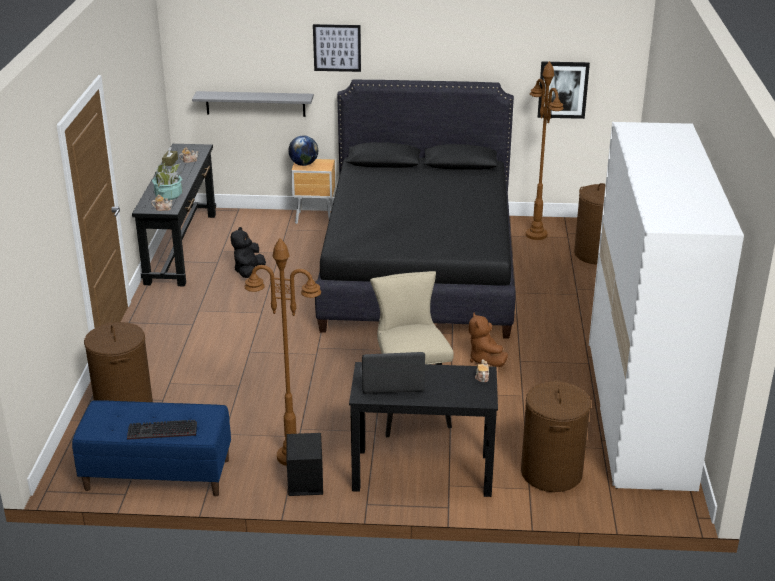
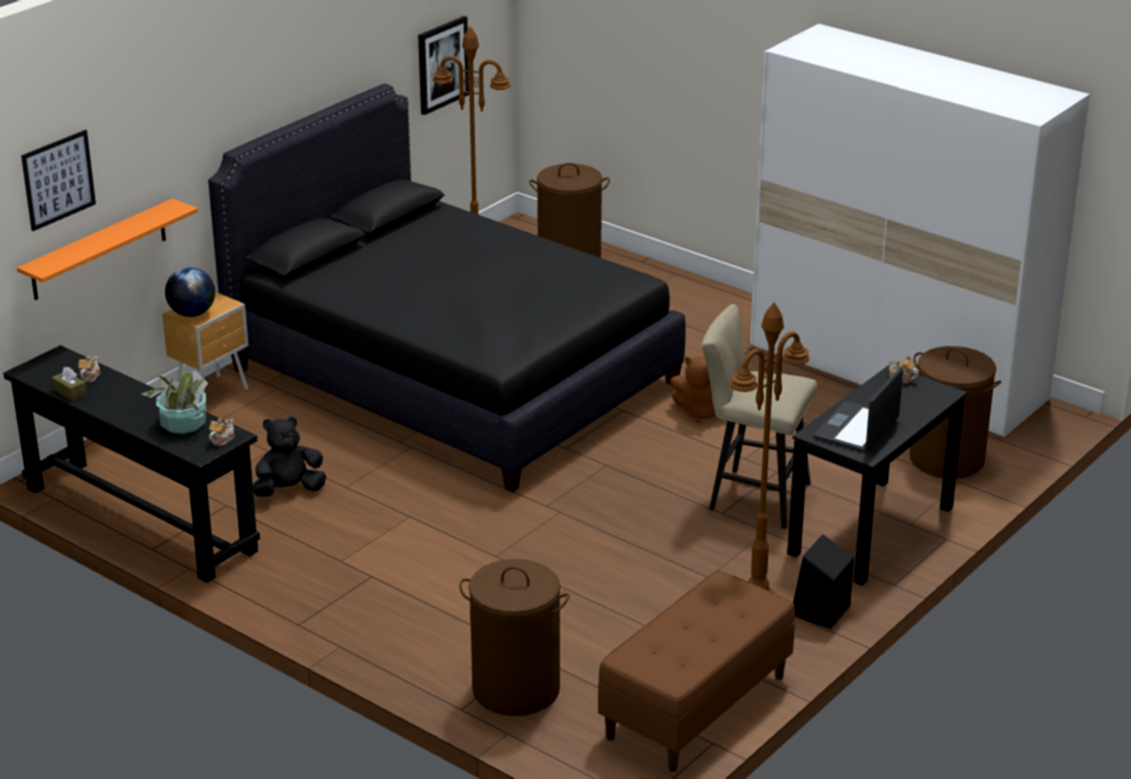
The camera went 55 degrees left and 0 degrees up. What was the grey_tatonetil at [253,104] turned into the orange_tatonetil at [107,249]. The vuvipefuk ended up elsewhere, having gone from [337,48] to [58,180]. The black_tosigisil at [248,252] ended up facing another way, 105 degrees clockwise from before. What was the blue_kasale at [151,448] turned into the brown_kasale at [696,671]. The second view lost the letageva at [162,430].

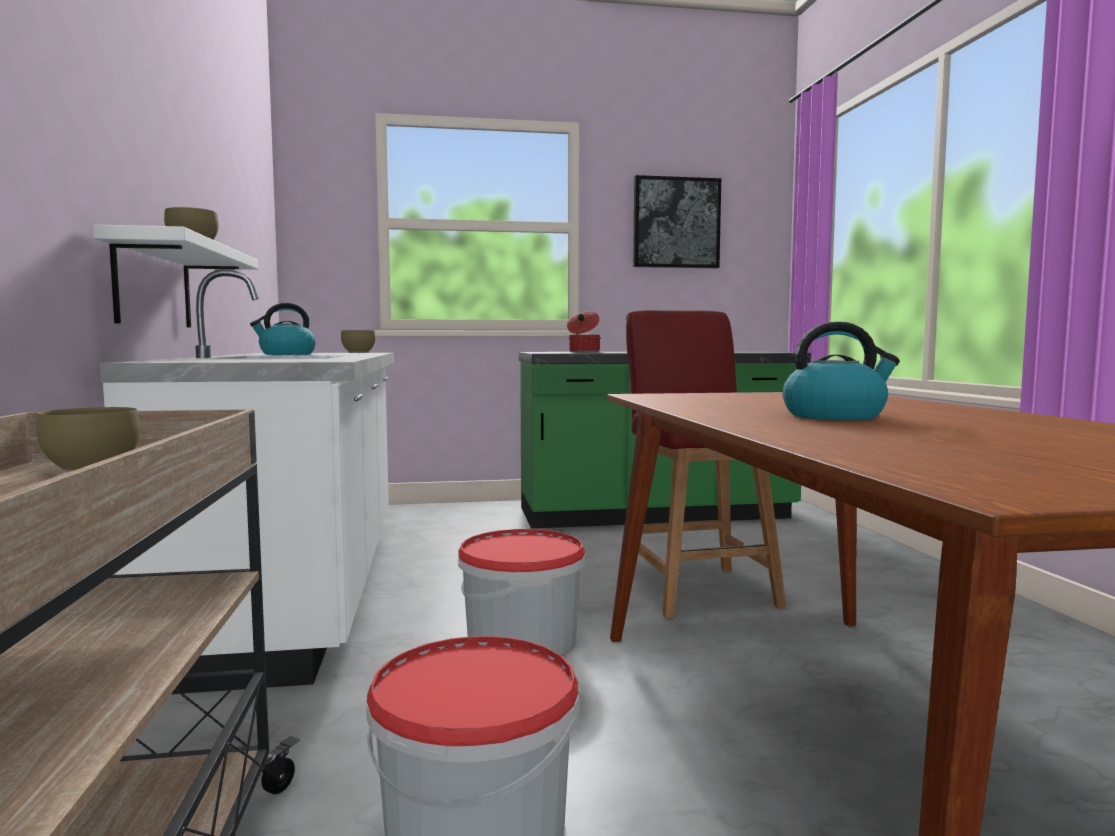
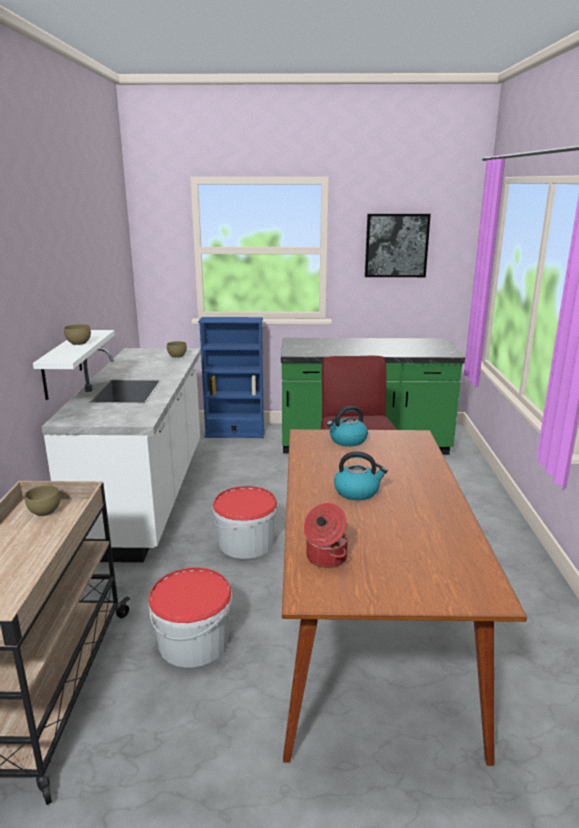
The camera went 10 degrees right and 15 degrees up. The second view gained the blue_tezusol at [231,377]. The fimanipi ended up elsewhere, having gone from [584,331] to [326,535]. The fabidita ended up elsewhere, having gone from [283,329] to [347,426].

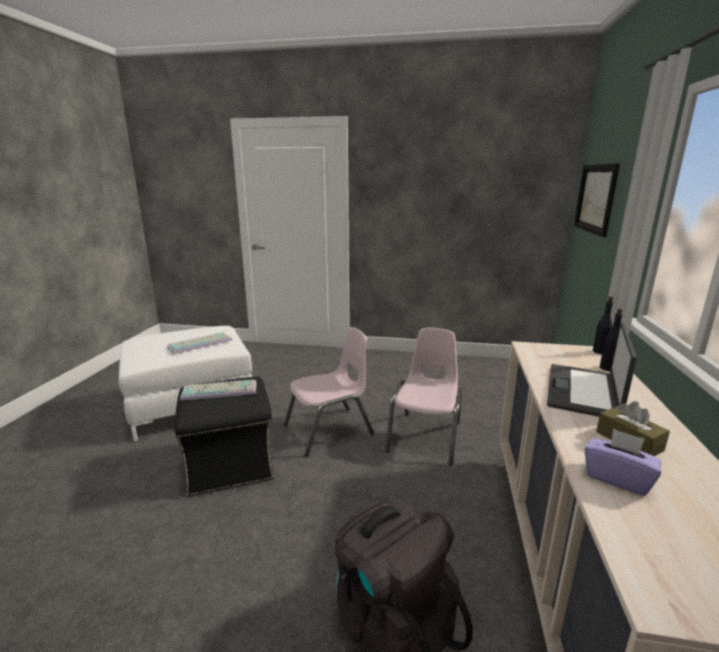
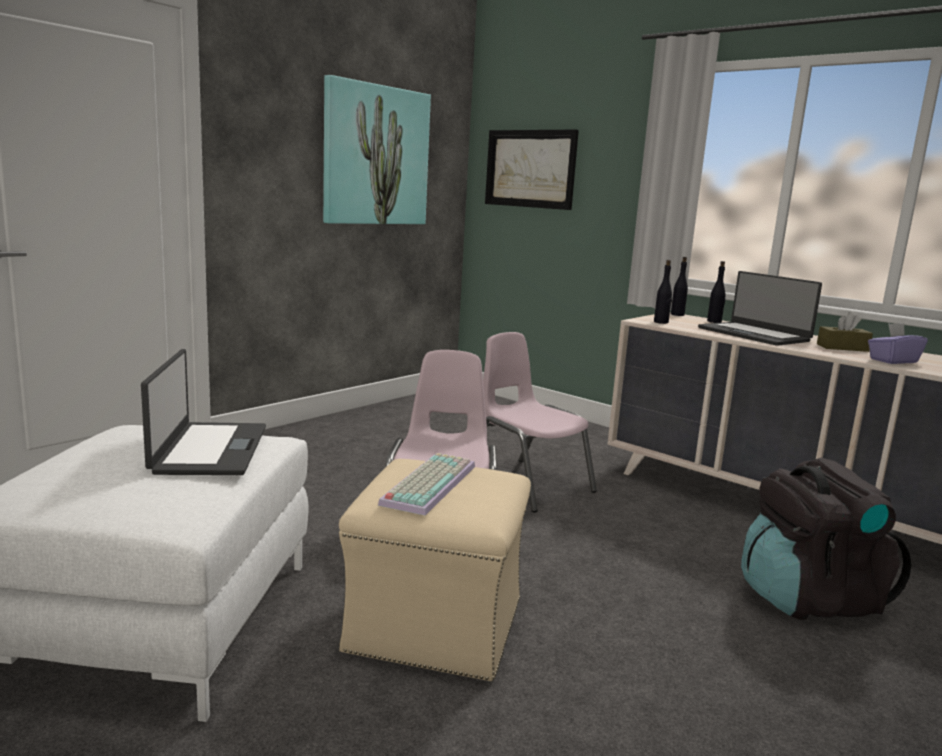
The camera went 60 degrees left and 5 degrees down. Where the letageva stood at [199,343], the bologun came to stand at [203,412]. The second view gained the vuvipefuk at [377,149]. What was the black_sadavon at [224,436] turned into the beige_sadavon at [435,570]. The second view gained the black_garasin at [663,292].

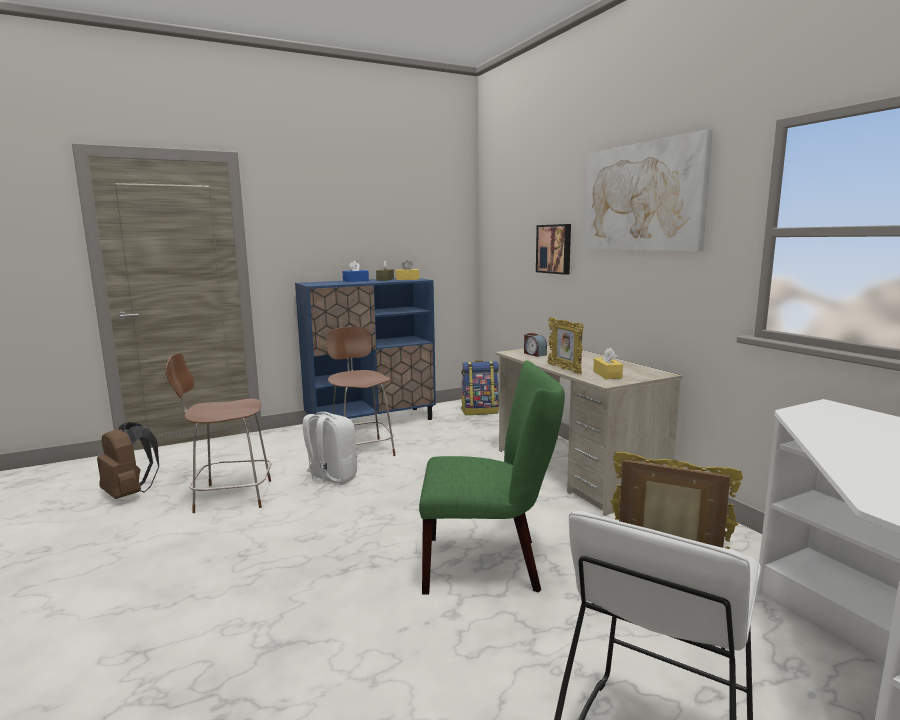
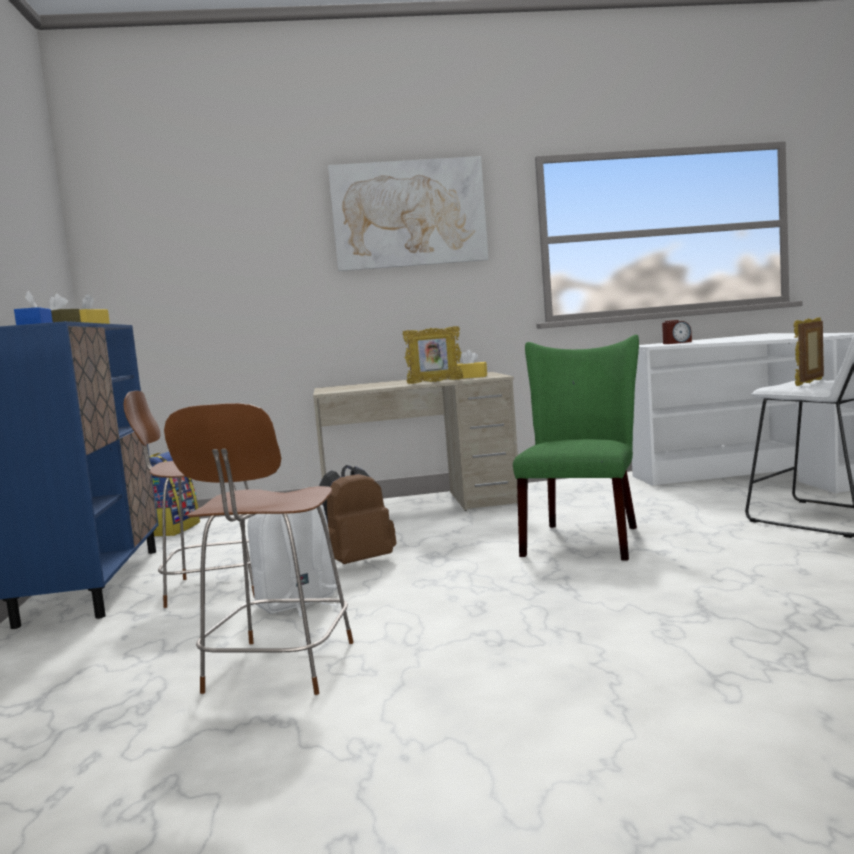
The camera went 70 degrees left and 5 degrees down. The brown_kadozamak ended up elsewhere, having gone from [128,460] to [357,514]. The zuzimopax ended up elsewhere, having gone from [535,345] to [677,332]. The second view lost the vuvipefuk at [553,249].

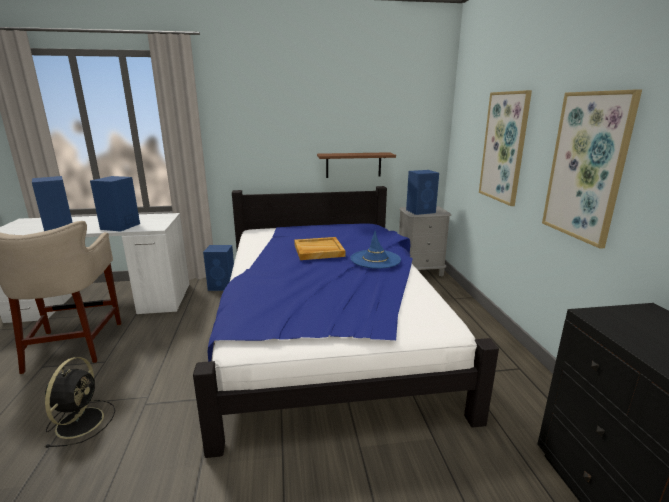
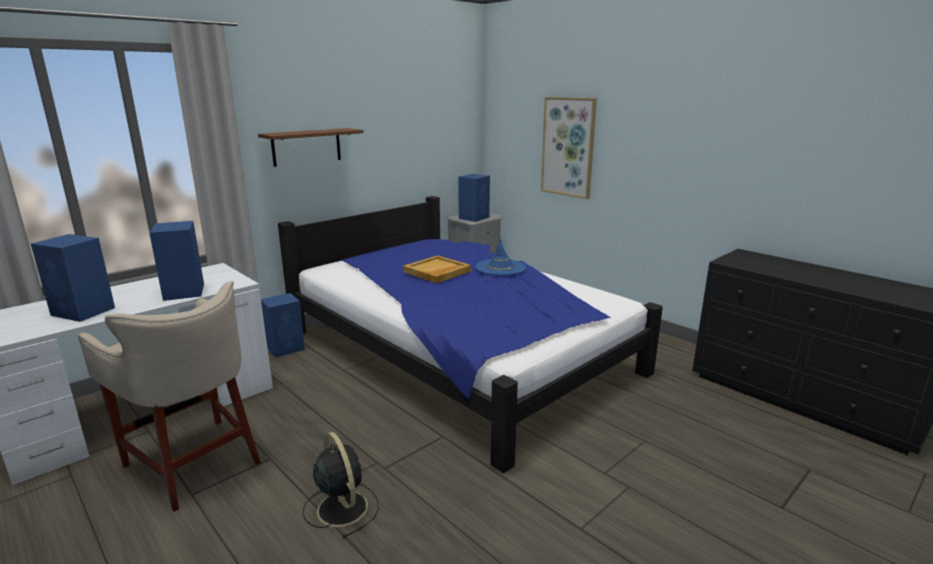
The camera went 35 degrees left and 0 degrees up. The brown_tatonetil ended up elsewhere, having gone from [356,165] to [311,147]. The second view lost the vuvipefuk at [592,169].

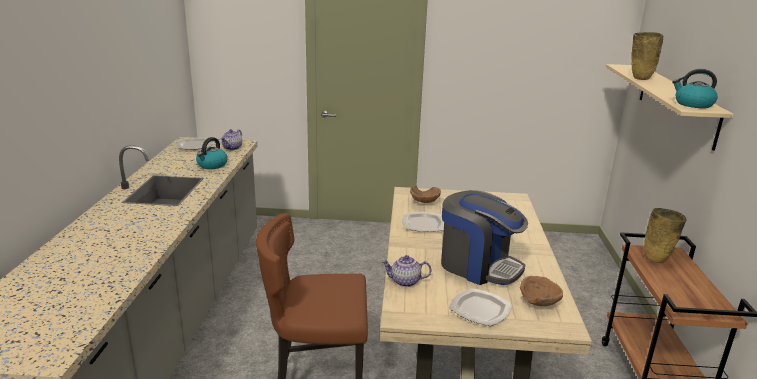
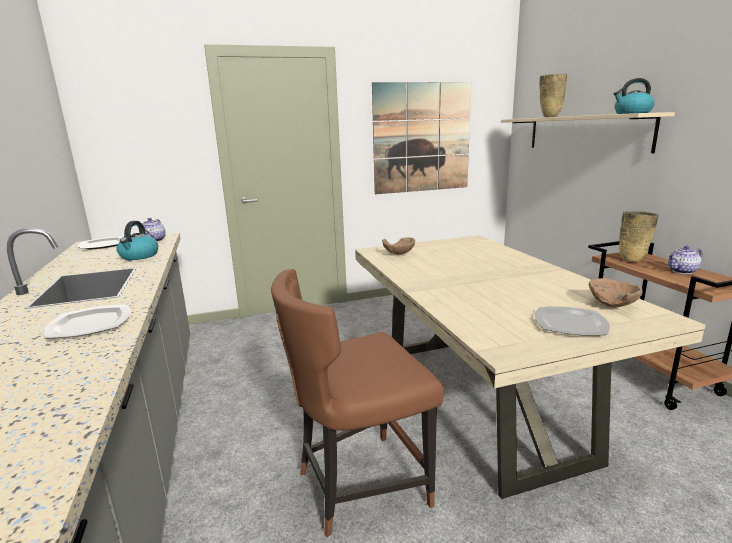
The camera went 20 degrees left and 5 degrees down. The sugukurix ended up elsewhere, having gone from [423,222] to [87,322]. The second view gained the vuvipefuk at [421,138]. The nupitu ended up elsewhere, having gone from [406,271] to [685,260]. The second view lost the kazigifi at [484,237].

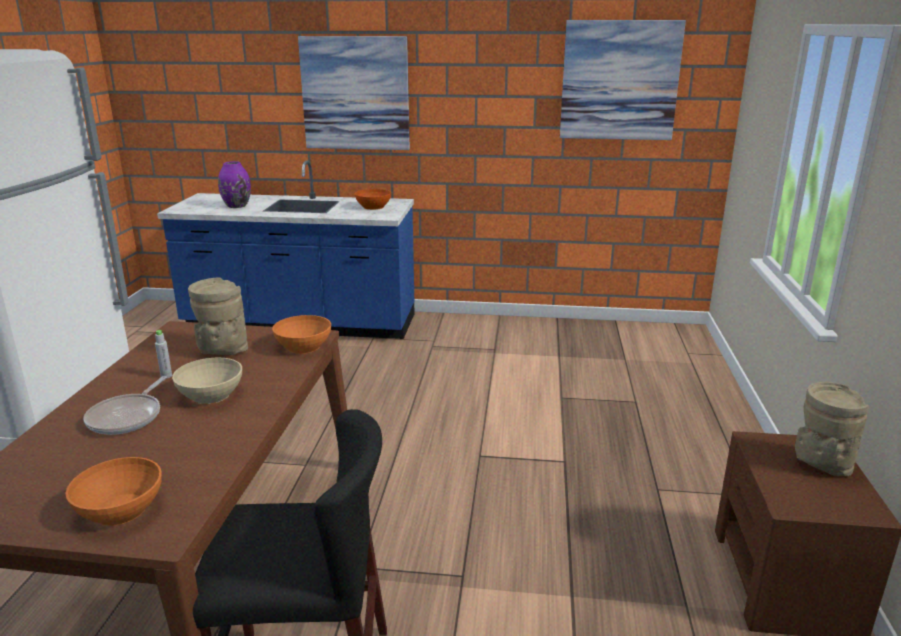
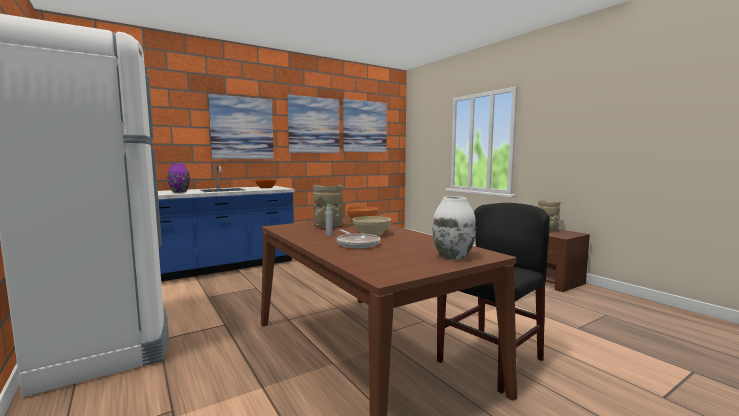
The camera went 40 degrees left and 15 degrees down. The second view gained the vuvipefuk at [313,124]. Where the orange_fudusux stood at [113,491], the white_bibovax came to stand at [454,228].

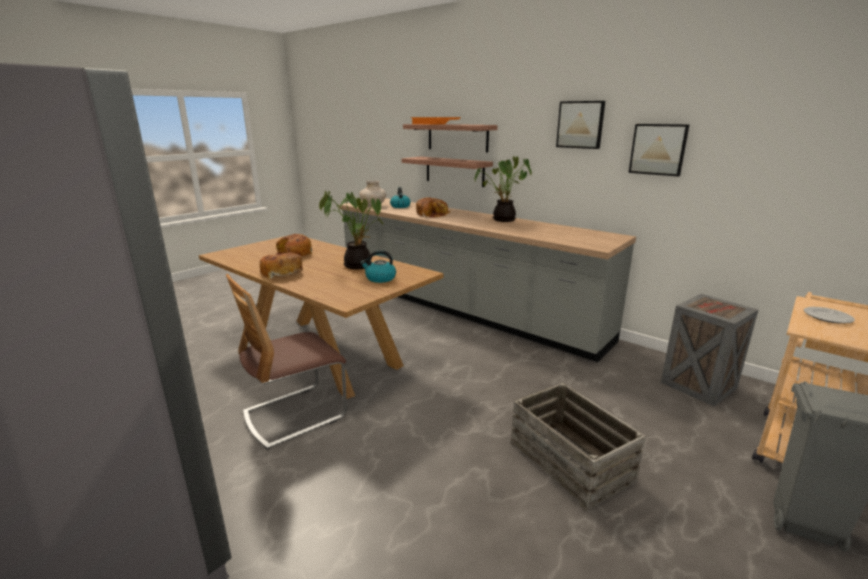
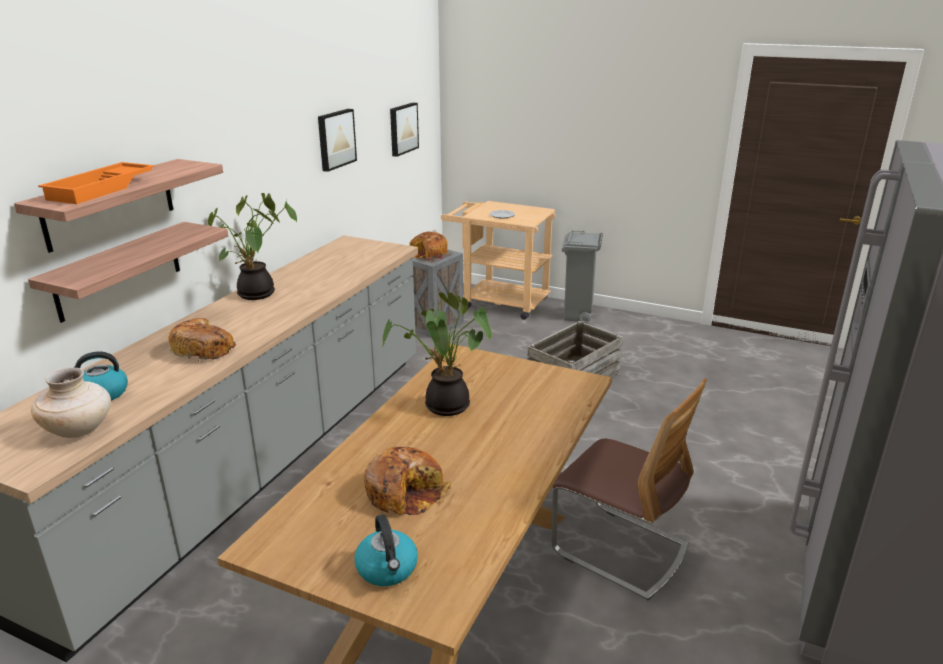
The camera went 105 degrees left and 5 degrees up. The fabidita ended up elsewhere, having gone from [378,266] to [386,550]. The vuvipefuk ended up elsewhere, having gone from [580,125] to [404,129]. The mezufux ended up elsewhere, having gone from [281,265] to [429,245].

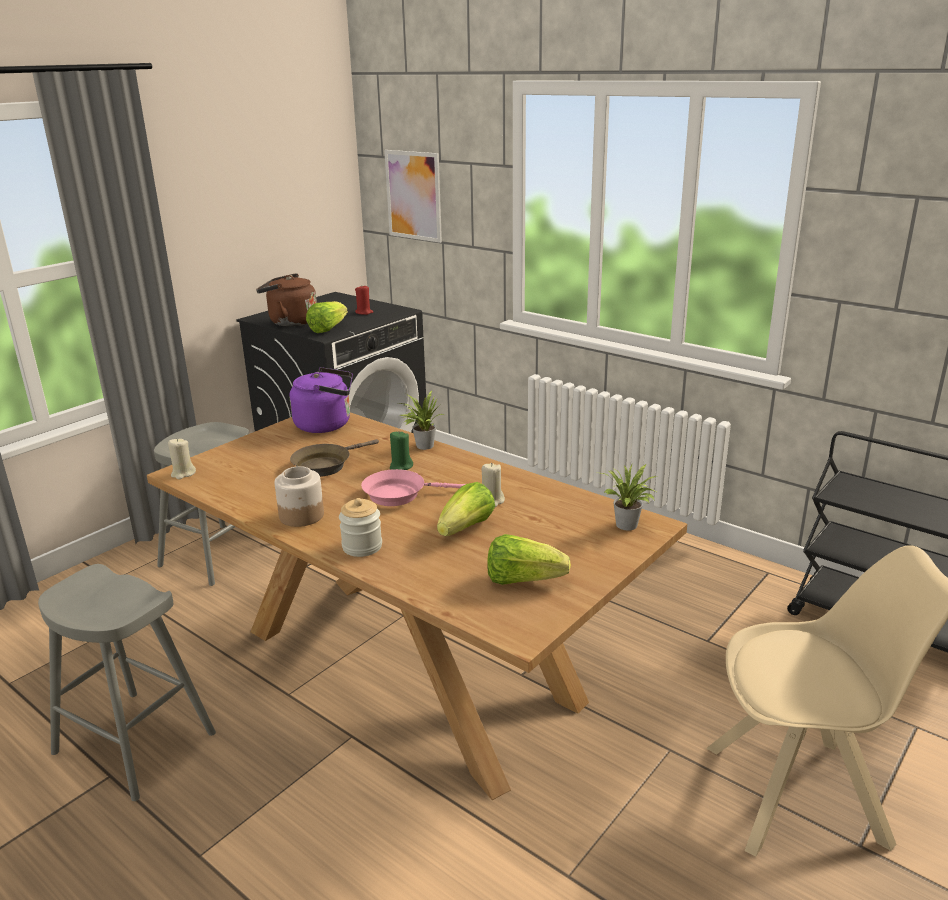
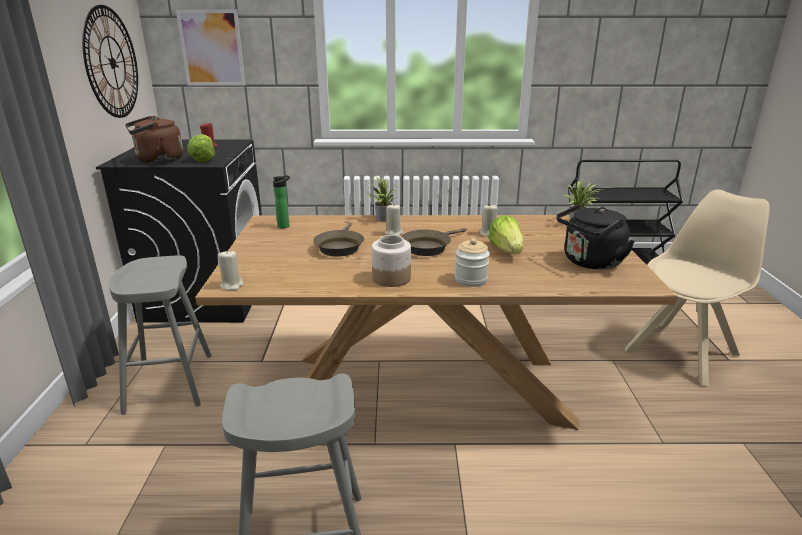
The camera went 40 degrees left and 0 degrees up. The second view gained the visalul at [110,61]. Where the purple_fabidita stood at [321,400], the garasin came to stand at [281,201]. What was the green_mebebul at [401,451] turned into the beige_mebebul at [394,220]. What was the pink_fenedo at [413,487] turned into the brown_fenedo at [434,242]. Where the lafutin stood at [529,559], the black_fabidita came to stand at [596,237].

